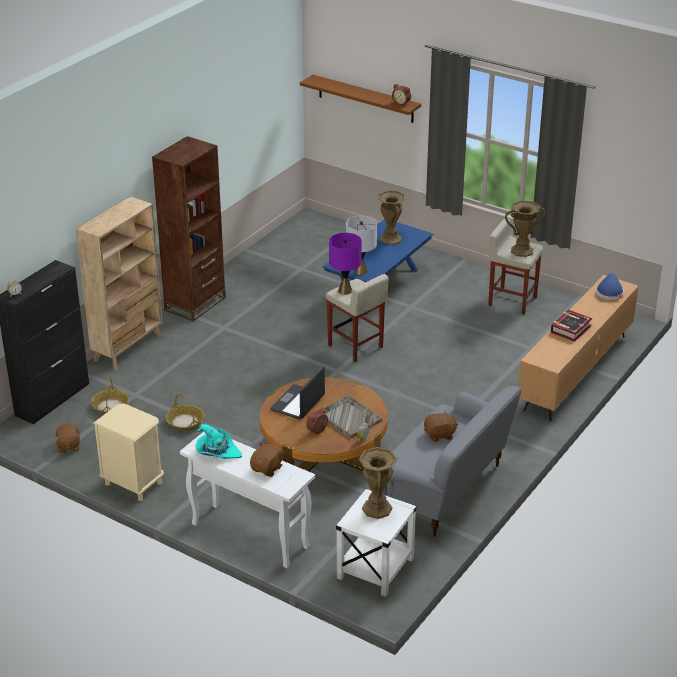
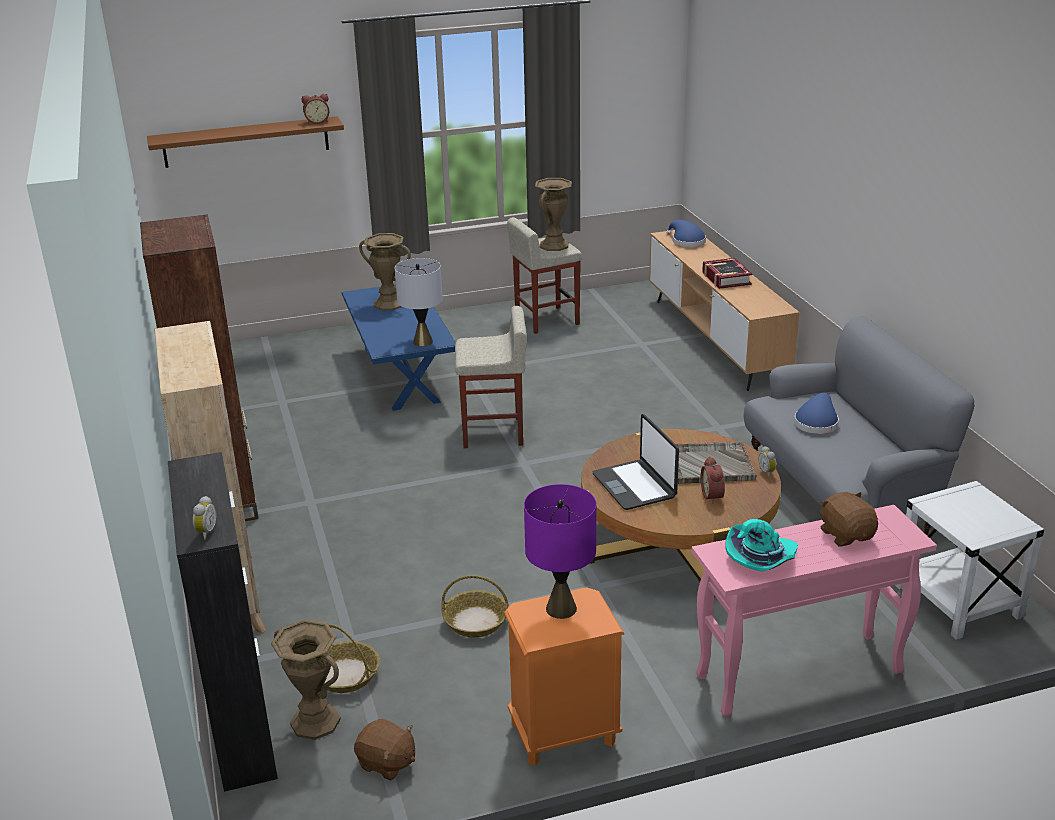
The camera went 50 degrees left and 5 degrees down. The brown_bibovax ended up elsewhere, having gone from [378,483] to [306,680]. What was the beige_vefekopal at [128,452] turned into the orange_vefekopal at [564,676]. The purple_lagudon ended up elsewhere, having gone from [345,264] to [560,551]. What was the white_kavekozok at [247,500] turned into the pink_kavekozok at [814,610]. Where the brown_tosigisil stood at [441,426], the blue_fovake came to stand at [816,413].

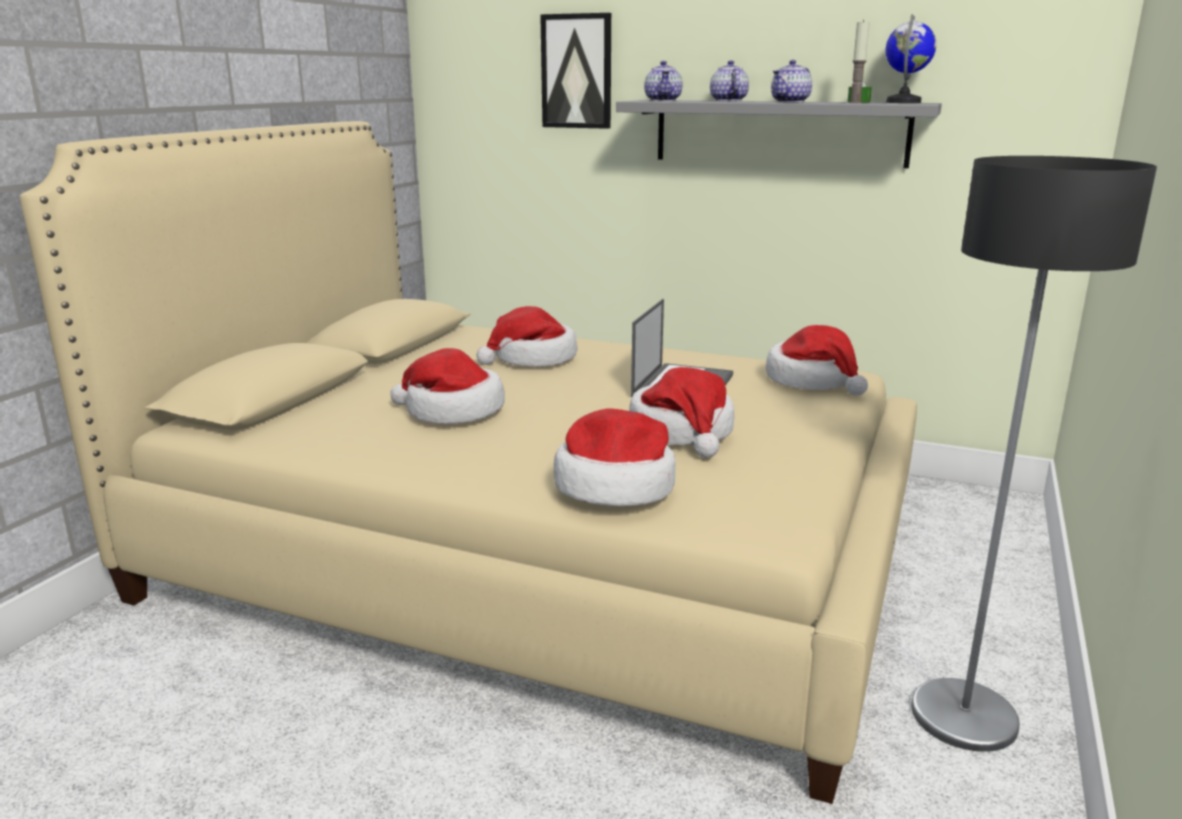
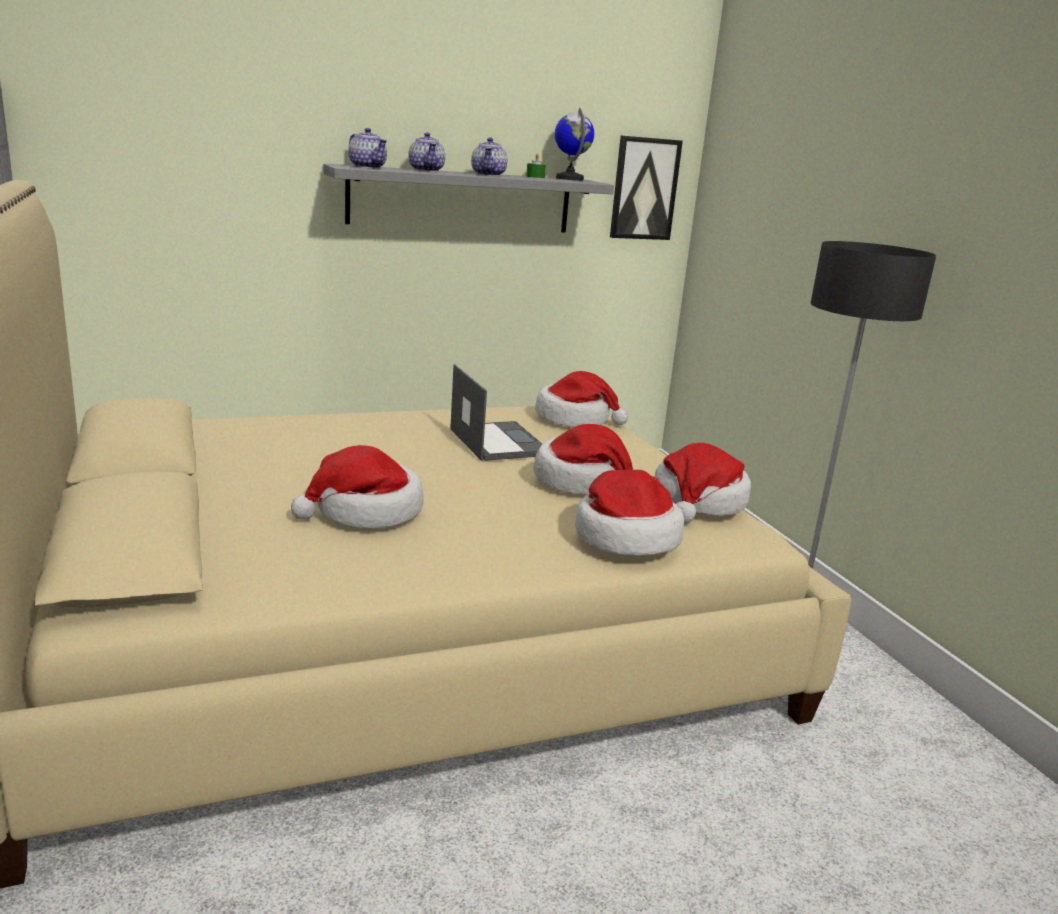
The camera went 45 degrees left and 0 degrees up. The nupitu at [729,80] ended up facing another way, 150 degrees counterclockwise from before. The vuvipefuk ended up elsewhere, having gone from [575,71] to [646,188]. The fovake ended up elsewhere, having gone from [526,336] to [703,483]. The second view lost the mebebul at [859,61].

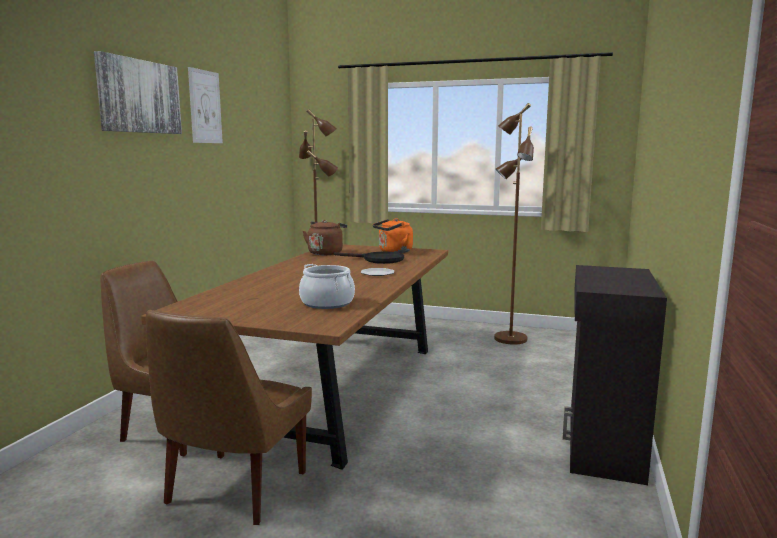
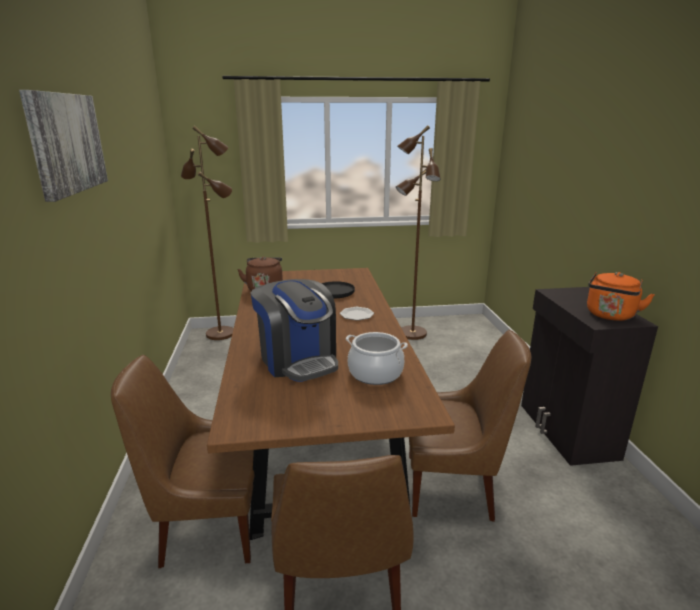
The camera went 25 degrees left and 10 degrees up. The second view gained the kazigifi at [294,330]. The second view gained the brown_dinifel at [470,426]. The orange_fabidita ended up elsewhere, having gone from [393,236] to [621,296]. The second view lost the vuvipefuk at [205,105].

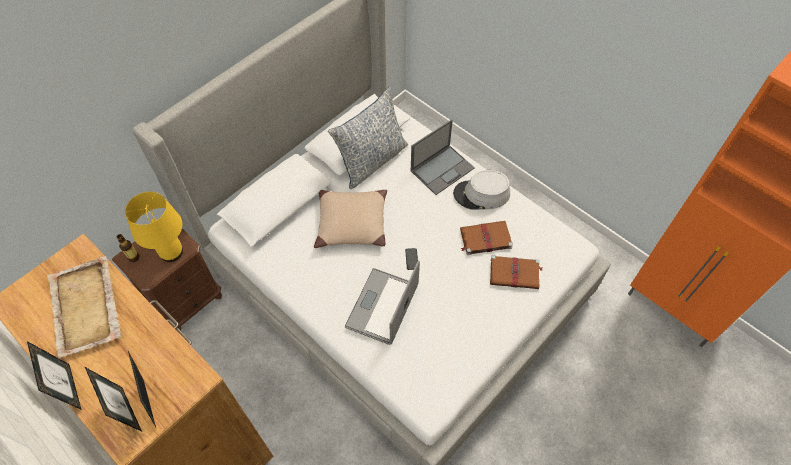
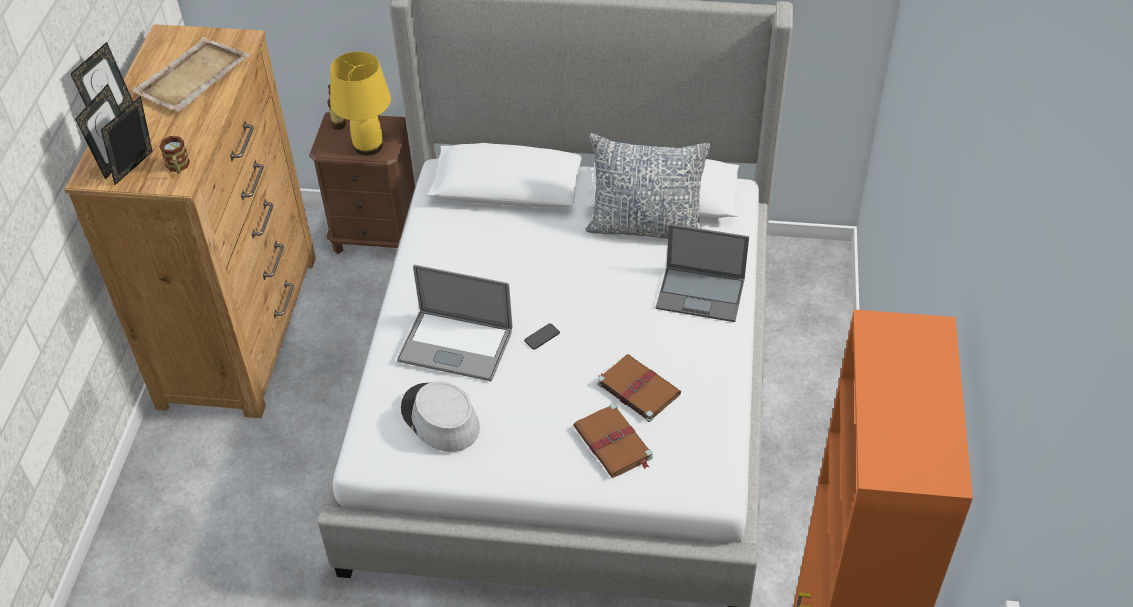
The camera went 55 degrees right and 10 degrees down. The second view gained the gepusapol at [174,155]. The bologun at [382,302] ended up facing another way, 150 degrees counterclockwise from before. The grey_fovake ended up elsewhere, having gone from [481,190] to [440,416]. The second view lost the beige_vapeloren at [350,219].

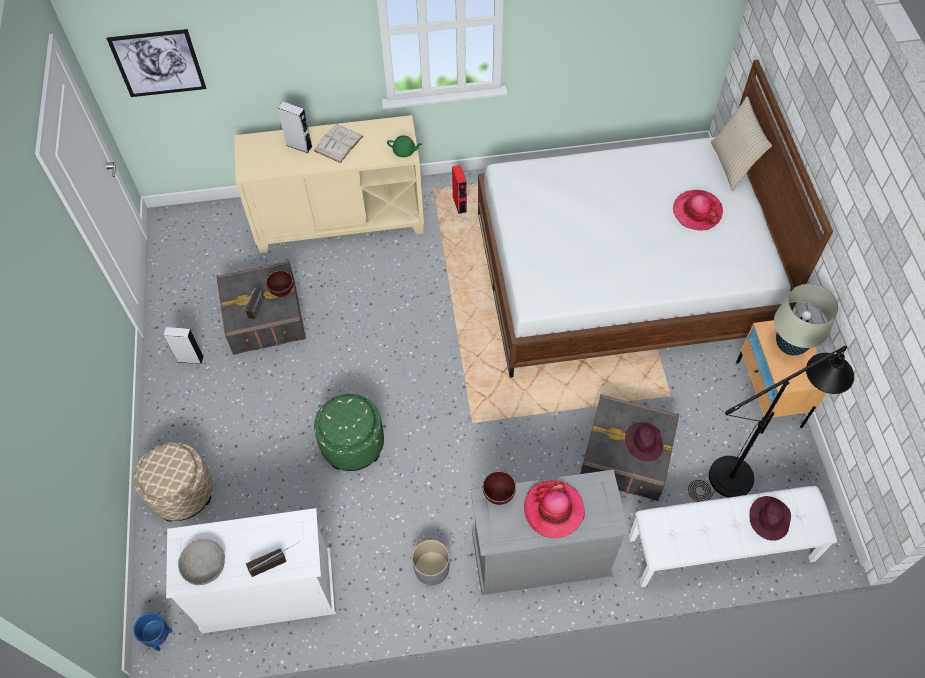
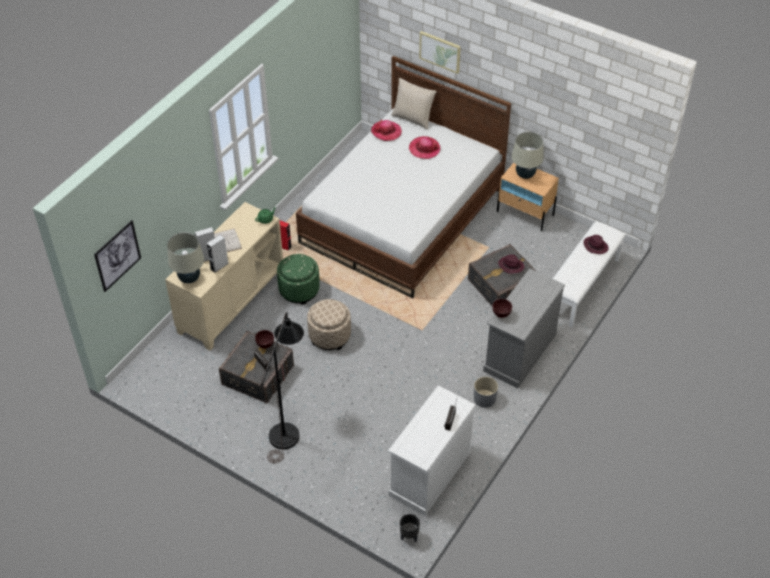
The camera went 50 degrees left and 10 degrees down. The second view gained the beige_lagudon at [185,257]. The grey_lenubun ended up elsewhere, having gone from [183,345] to [217,254]. The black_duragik ended up elsewhere, having gone from [771,424] to [282,387]. The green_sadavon ended up elsewhere, having gone from [349,432] to [298,279]. The beige_sadavon ended up elsewhere, having gone from [173,482] to [329,324]. The fovake ended up elsewhere, having gone from [554,509] to [386,130]. What was the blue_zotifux at [153,631] turned into the black_zotifux at [410,528]. The second view gained the vuvipefuk at [440,52]. The second view lost the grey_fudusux at [201,562].

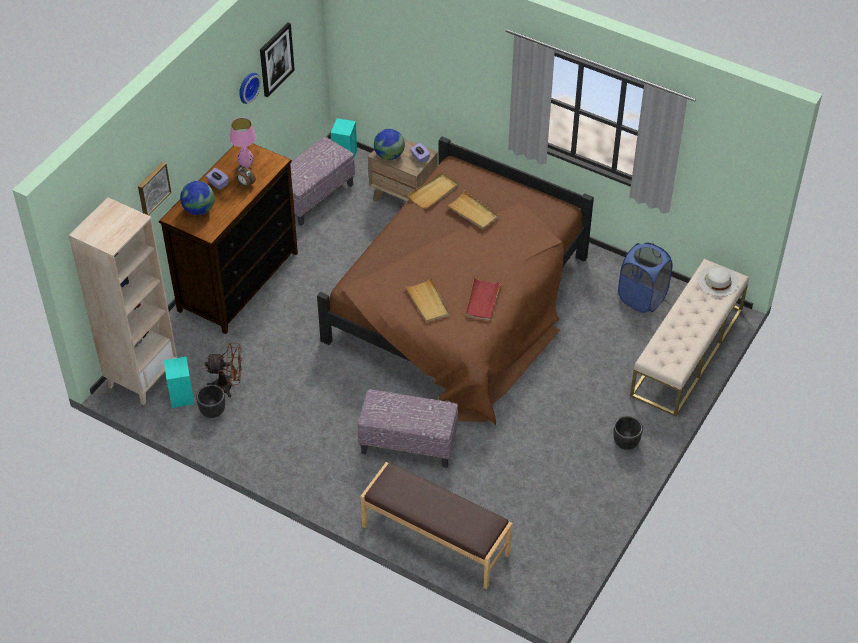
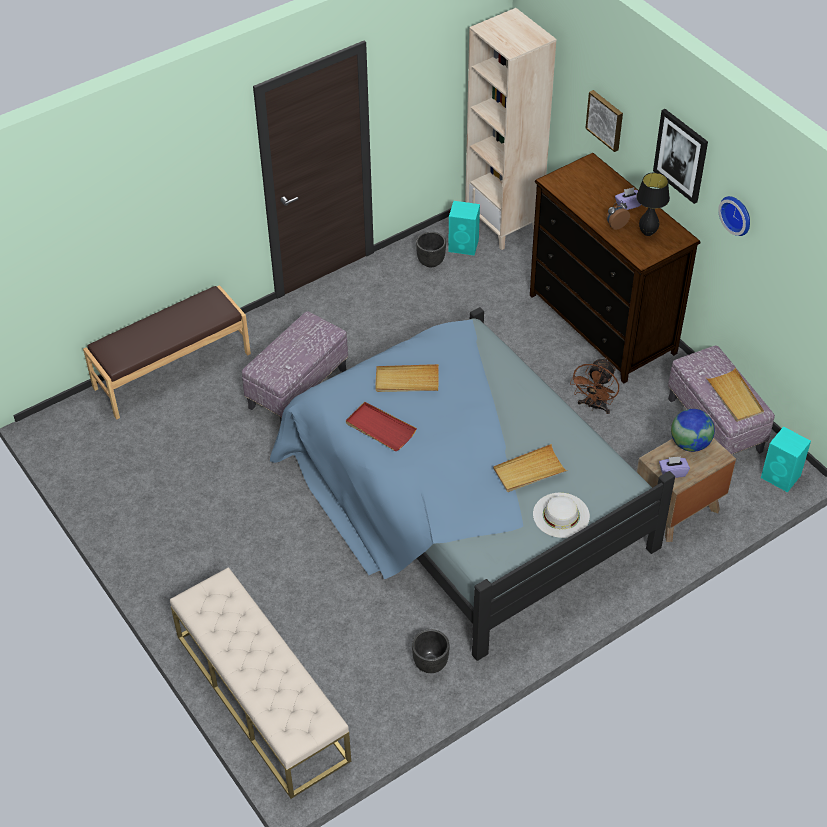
The camera went 115 degrees right and 0 degrees up. What was the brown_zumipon at [455,281] turned into the blue_zumipon at [472,484]. The black_zotifux ended up elsewhere, having gone from [628,433] to [431,651]. The white_fovake ended up elsewhere, having gone from [718,281] to [561,515]. The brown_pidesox ended up elsewhere, having gone from [223,370] to [594,385]. What was the pink_lagudon at [242,143] turned into the black_lagudon at [653,204]. The vuvipefuk ended up elsewhere, having gone from [277,60] to [680,156]. The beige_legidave ended up elsewhere, having gone from [433,190] to [735,395]. The second view lost the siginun at [197,198]. The second view lost the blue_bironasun at [645,278].

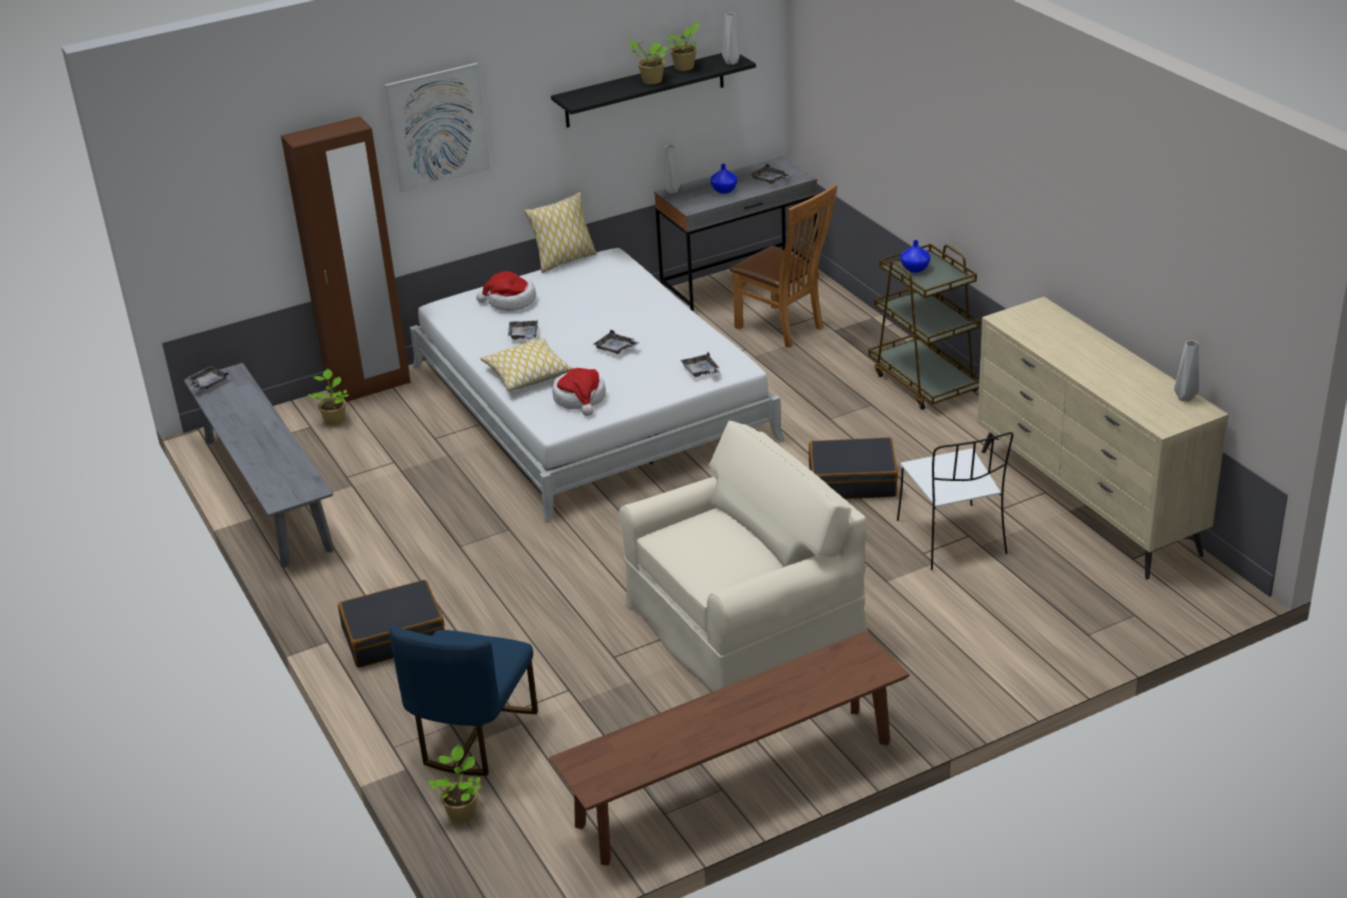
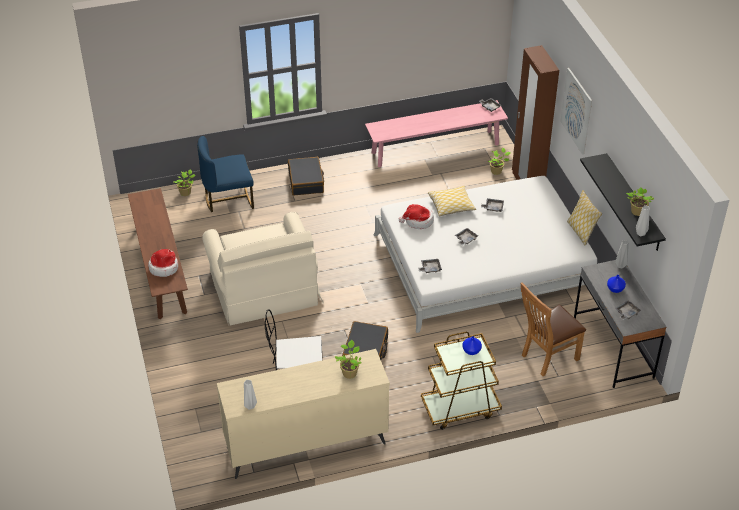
The camera went 100 degrees right and 10 degrees up. The fovake ended up elsewhere, having gone from [506,291] to [163,263]. The blue_dinifel at [463,701] ended up facing another way, 45 degrees counterclockwise from before. The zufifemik ended up elsewhere, having gone from [647,61] to [348,359]. What was the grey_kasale at [259,465] turned into the pink_kasale at [436,133].

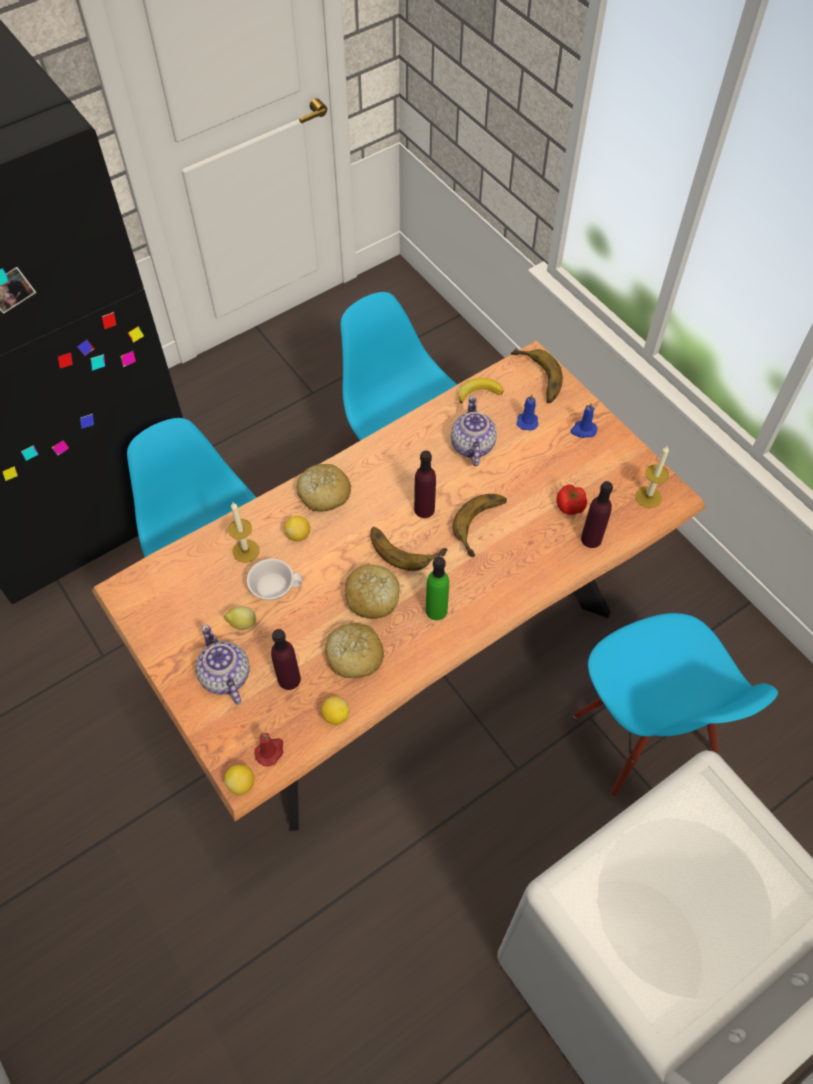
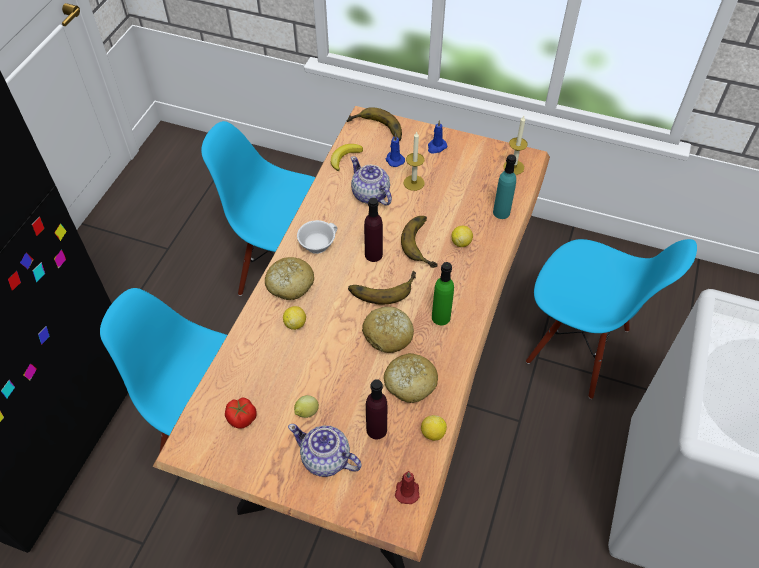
The camera went 35 degrees left and 5 degrees down. The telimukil ended up elsewhere, having gone from [572,500] to [241,413]. The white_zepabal ended up elsewhere, having gone from [275,579] to [317,237]. The mebebul ended up elsewhere, having gone from [243,533] to [414,161]. The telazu ended up elsewhere, having gone from [239,780] to [462,236]. What was the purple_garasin at [597,514] turned into the turquoise_garasin at [504,186].

